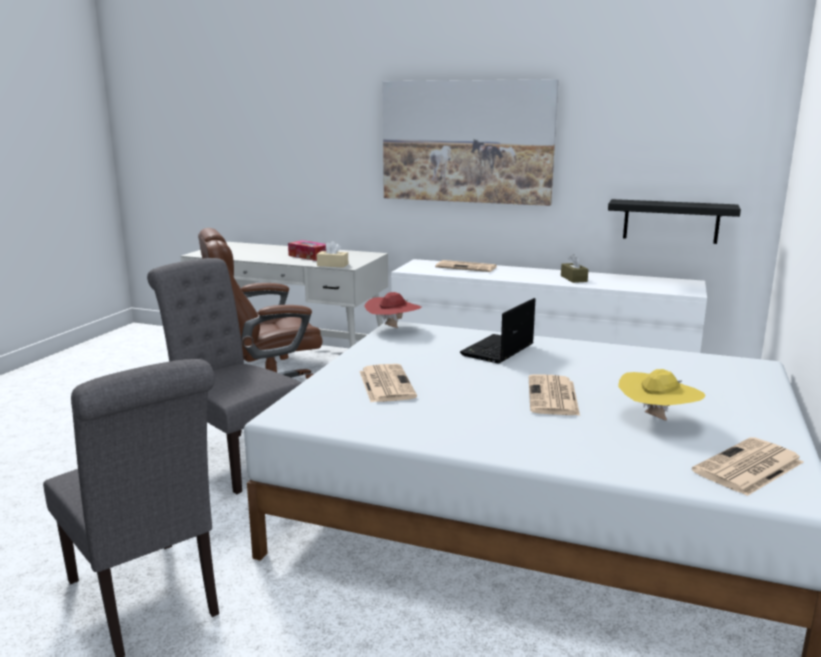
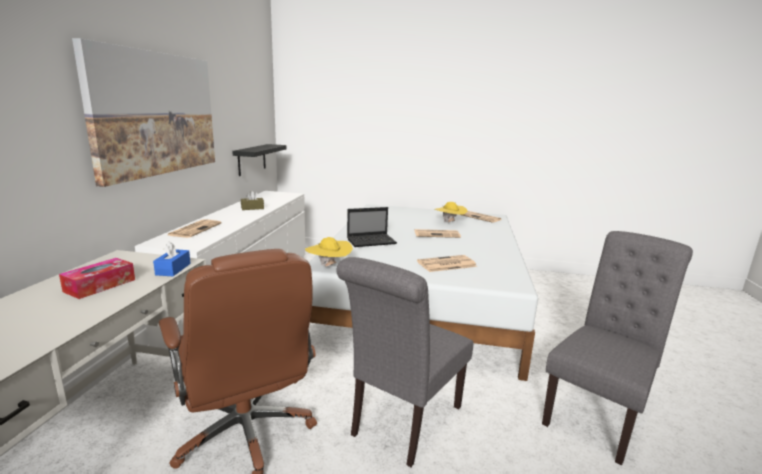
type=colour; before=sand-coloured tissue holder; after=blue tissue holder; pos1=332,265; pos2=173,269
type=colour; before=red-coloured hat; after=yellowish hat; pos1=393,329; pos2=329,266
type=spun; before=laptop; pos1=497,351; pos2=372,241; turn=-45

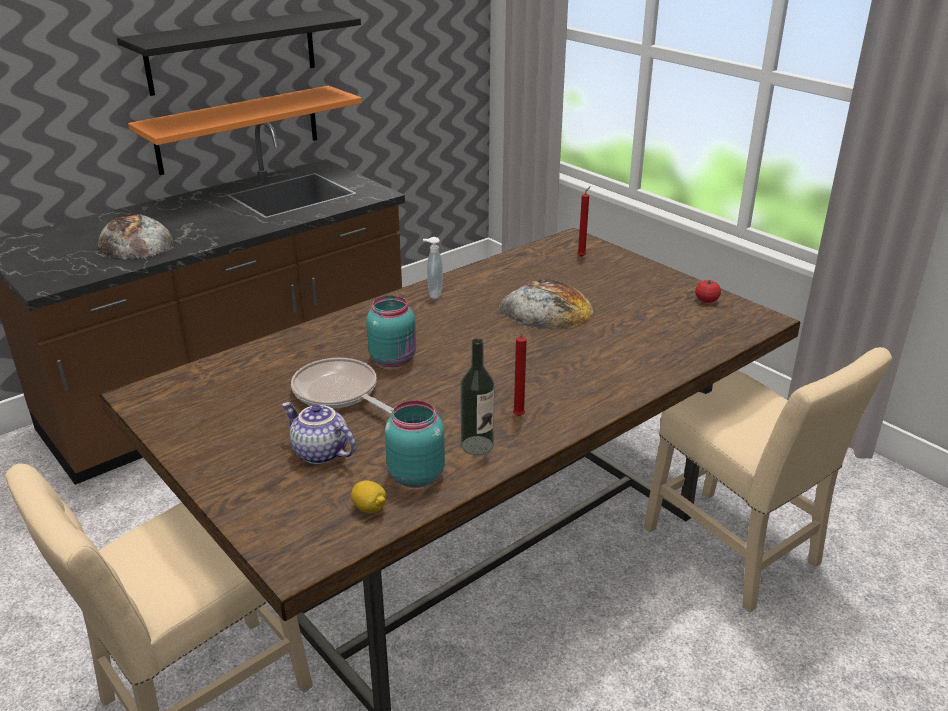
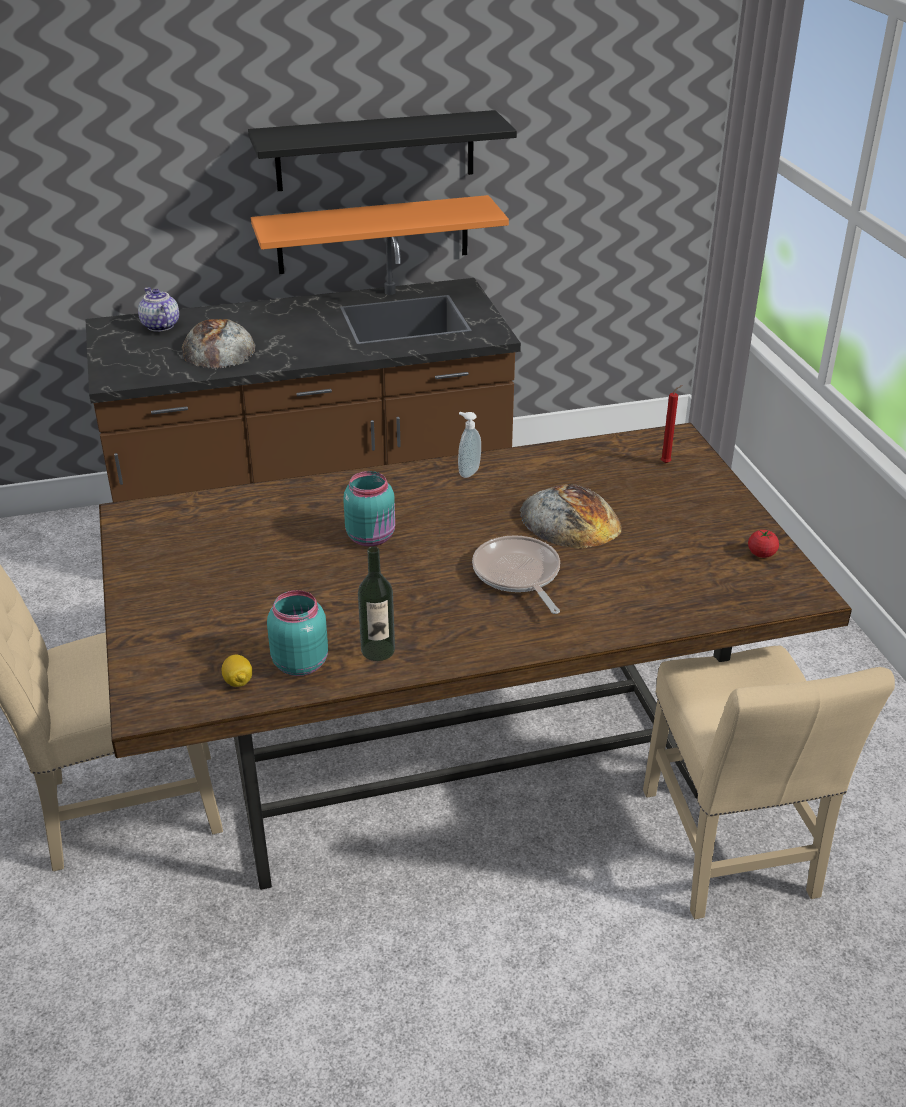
type=relocated; before=teapot; pos1=319,453; pos2=159,326
type=relocated; before=skillet; pos1=338,392; pos2=518,575
type=missing; before=red-coloured candle; pos1=520,415

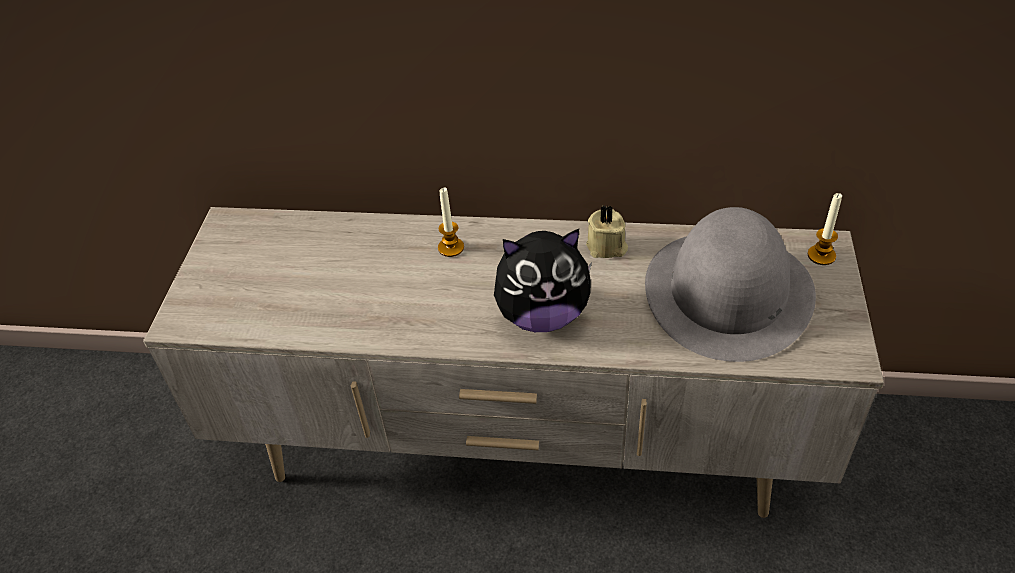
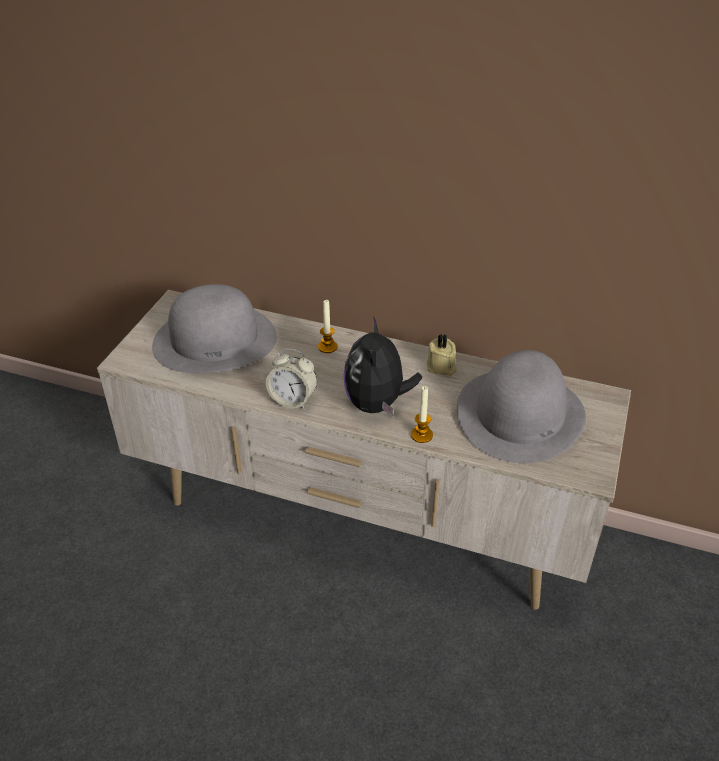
type=appeared; after=greyish hat; pos2=215,340
type=appeared; after=alarm clock; pos2=293,400
type=spun; before=plush toy; pos1=542,315; pos2=377,404; turn=90
type=relocated; before=candle; pos1=821,255; pos2=421,435

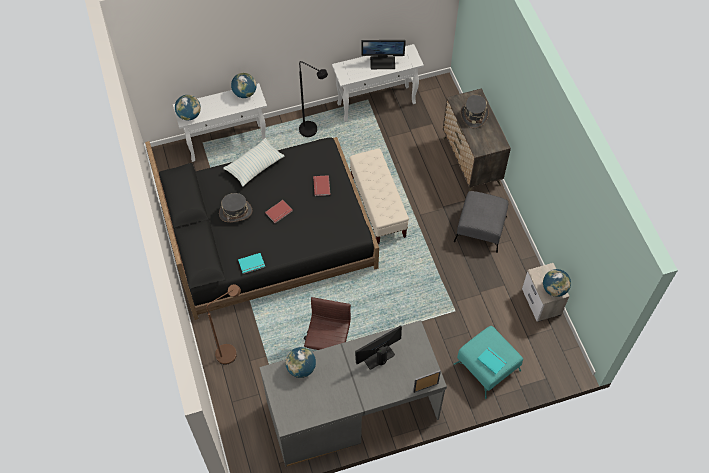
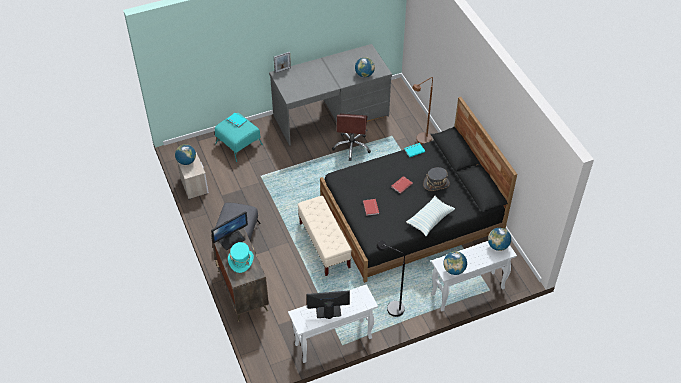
type=relocated; before=computer screen; pos1=377,355; pos2=231,239
type=colour; before=greyish hat; after=turquoise hat; pos1=474,115; pos2=241,261

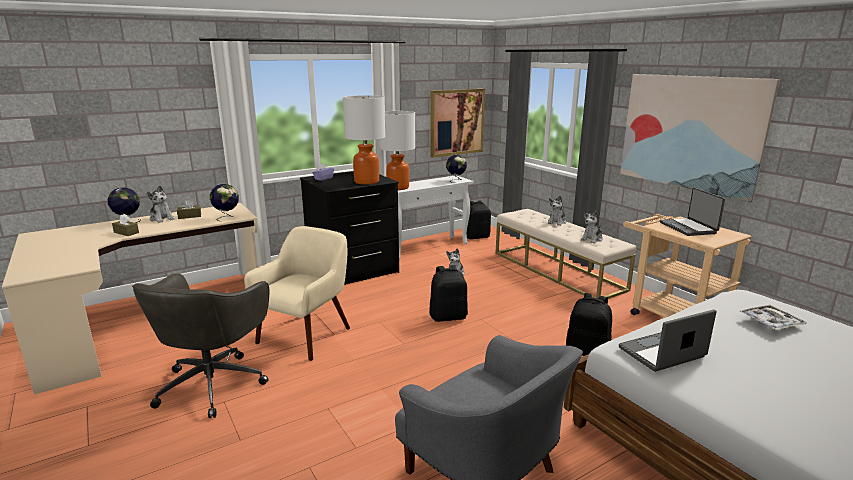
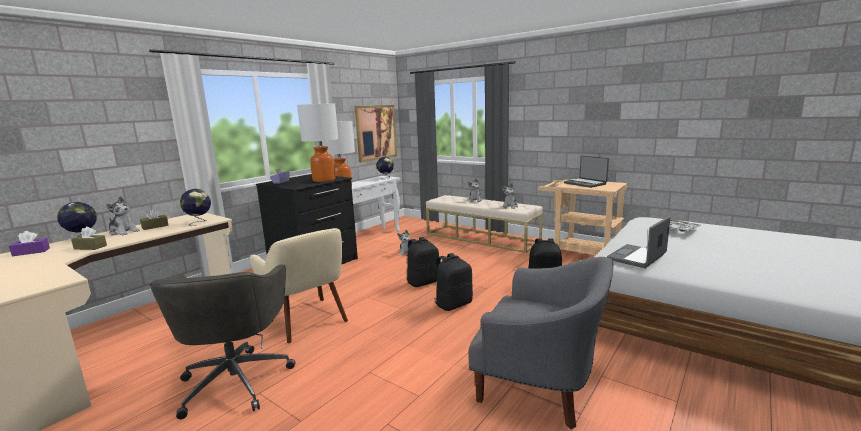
type=appeared; after=purple tissue holder; pos2=31,252
type=spun; before=sand-coloured armchair; pos1=306,335; pos2=306,320; turn=135
type=relocated; before=black rucksack; pos1=476,237; pos2=453,304
type=missing; before=wall art; pos1=690,133

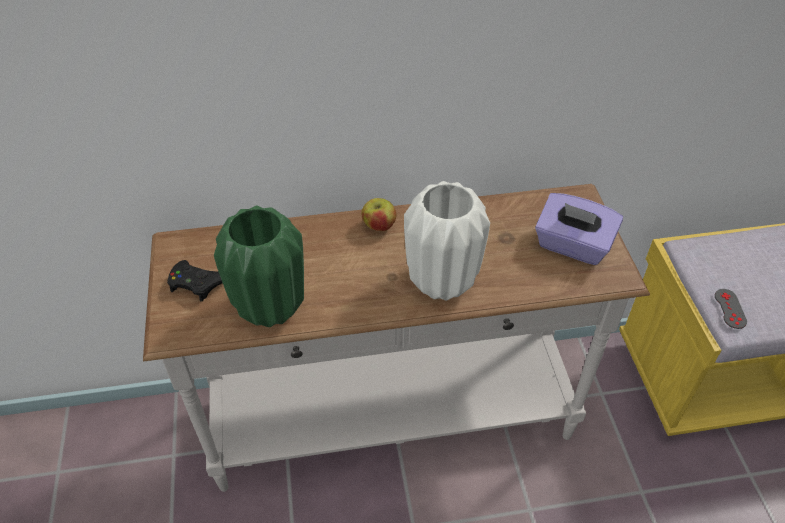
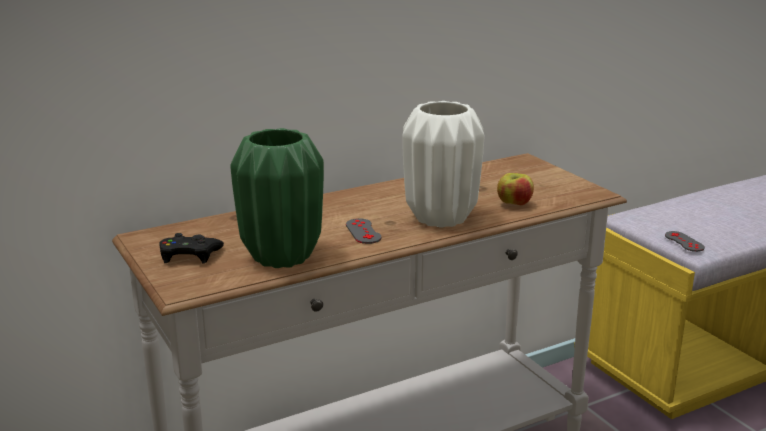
type=appeared; after=greyish joypad; pos2=363,231
type=relocated; before=apple fruit; pos1=379,226; pos2=514,204
type=missing; before=purple tissue holder; pos1=572,246

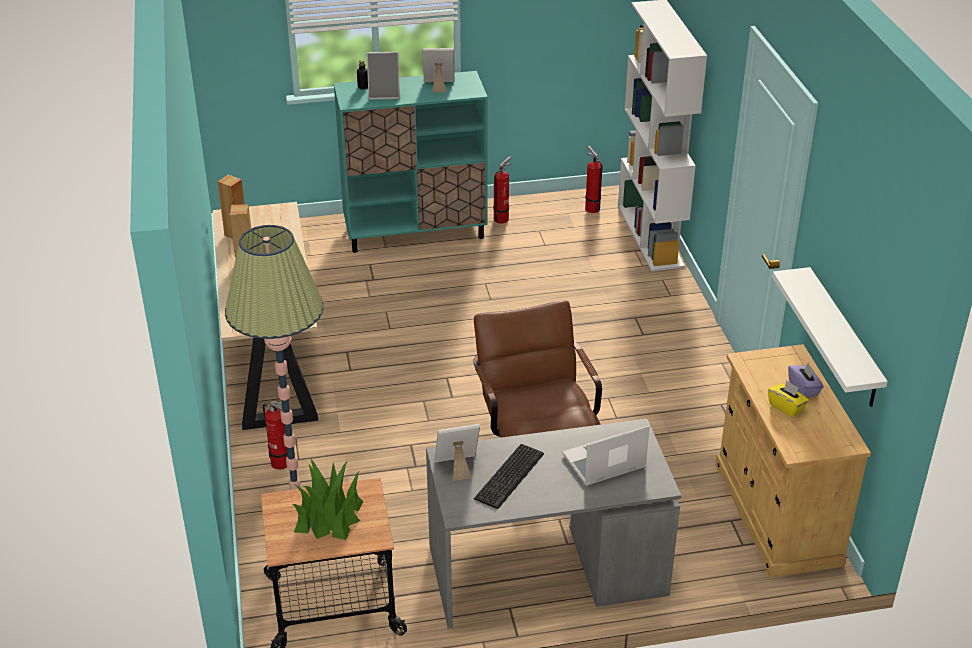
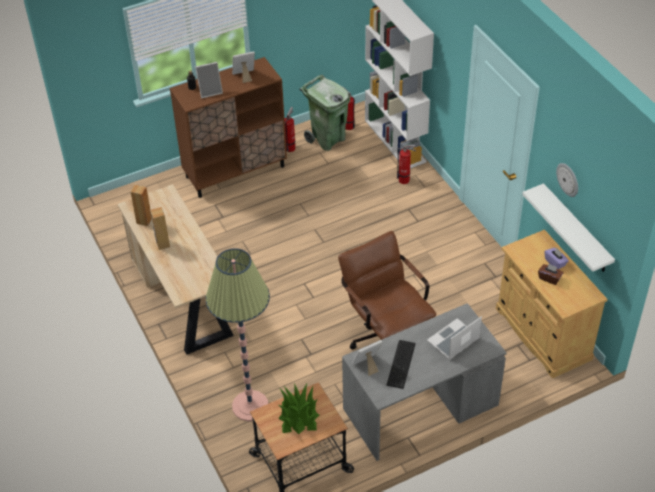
type=colour; before=turquoise cabinet; after=brown cabinet; pos1=415,232; pos2=235,171
type=appeared; after=greenish rubbish bin; pos2=327,139
type=relocated; before=fire extinguisher; pos1=282,464; pos2=405,180
type=colour; before=yellowish tissue holder; after=brown tissue holder; pos1=786,407; pos2=549,278
type=appeared; after=hanging clock; pos2=568,179

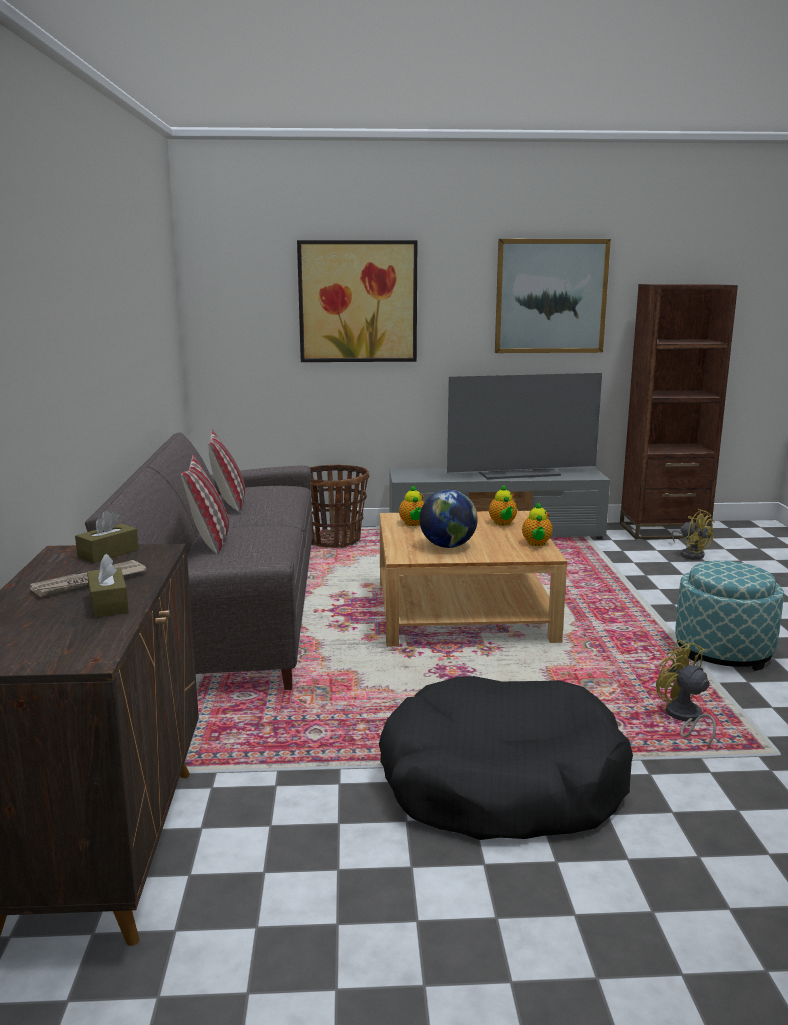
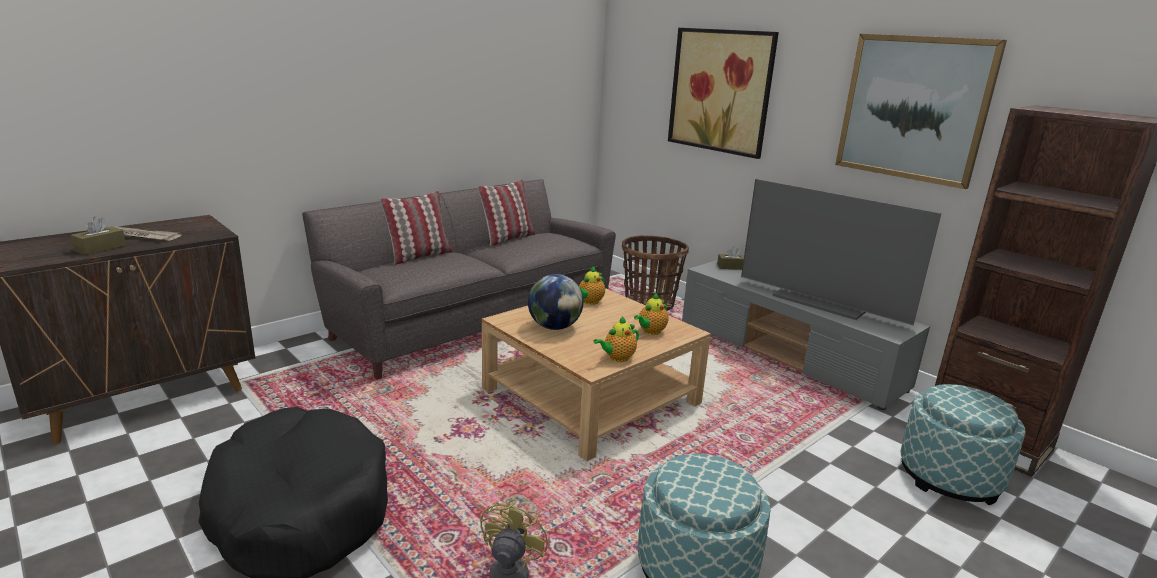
type=relocated; before=brown tissue holder; pos1=108,553; pos2=731,267
type=exchanged; before=yellowish fan; after=ottoman; pos1=691,554; pos2=949,476

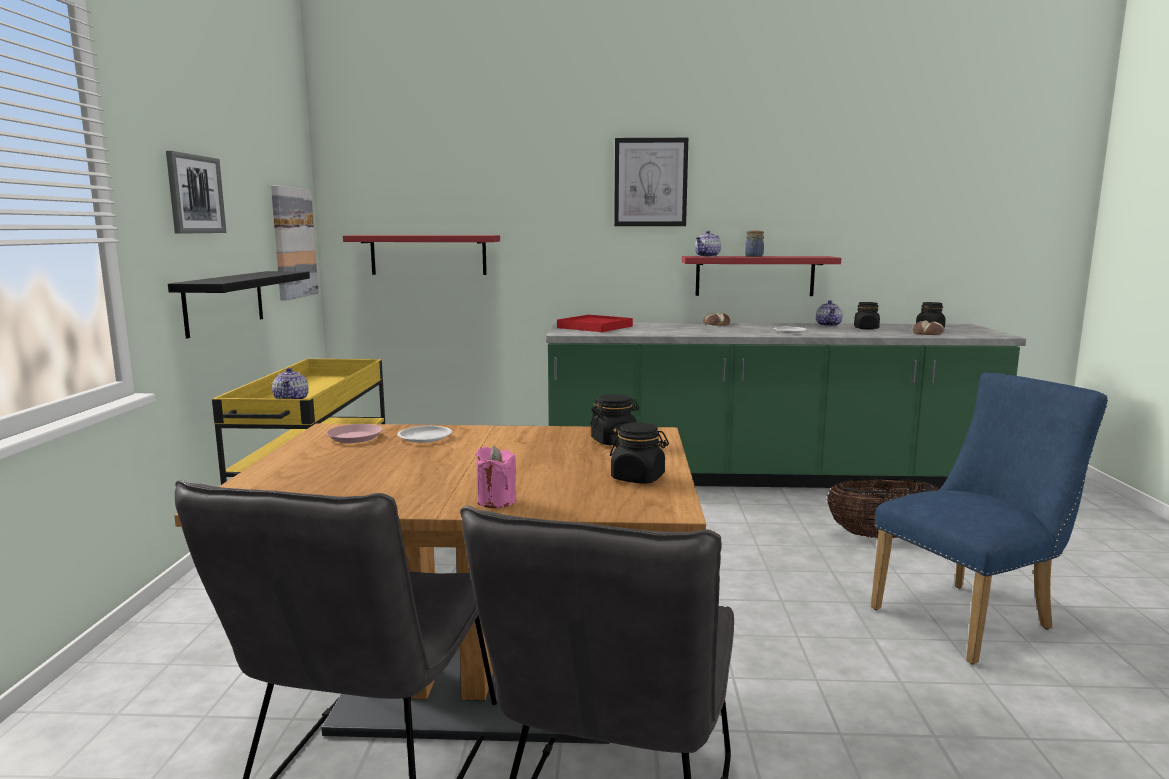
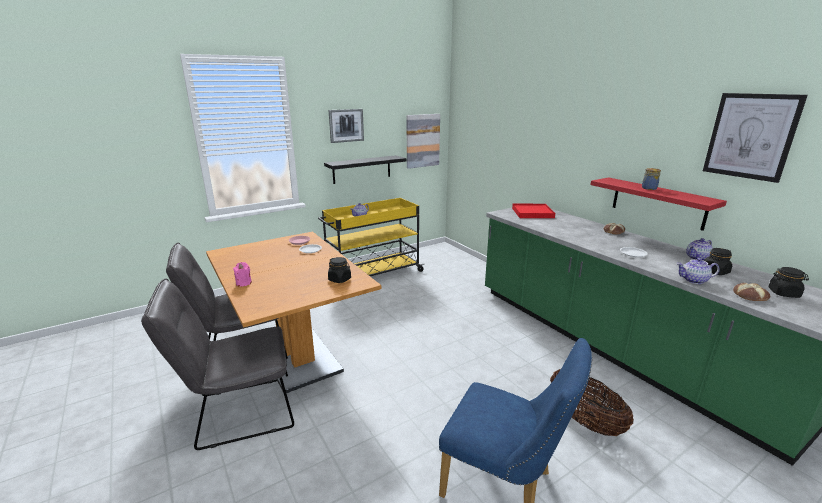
type=relocated; before=teapot; pos1=707,256; pos2=694,280
type=relocated; before=wall art; pos1=650,182; pos2=750,136
type=missing; before=red-coloured wall shelf; pos1=428,255
type=missing; before=black storage jar; pos1=638,478

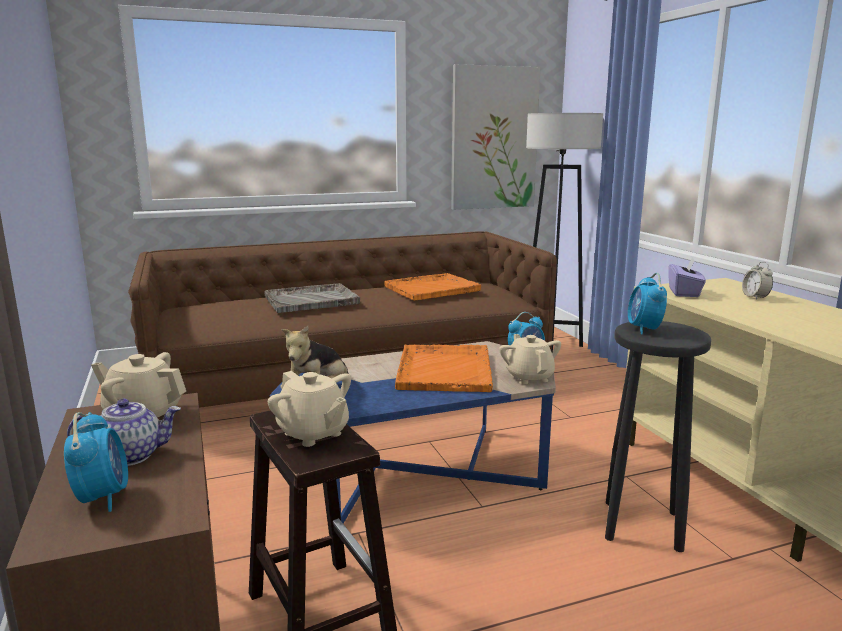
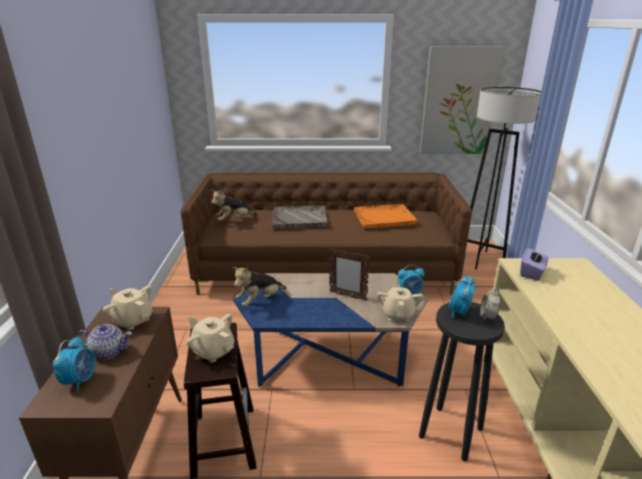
type=spun; before=sand-coloured teapot; pos1=313,433; pos2=213,351; turn=150
type=appeared; after=plush toy; pos2=234,220
type=exchanged; before=orange tray; after=standing frame; pos1=444,369; pos2=347,296
type=relocated; before=alarm clock; pos1=755,297; pos2=487,316

